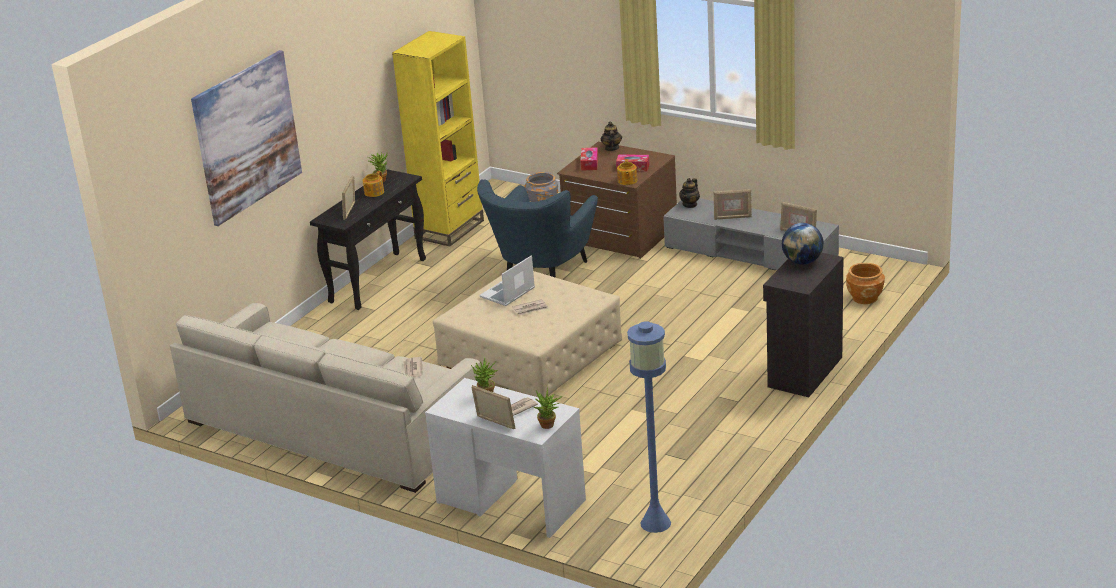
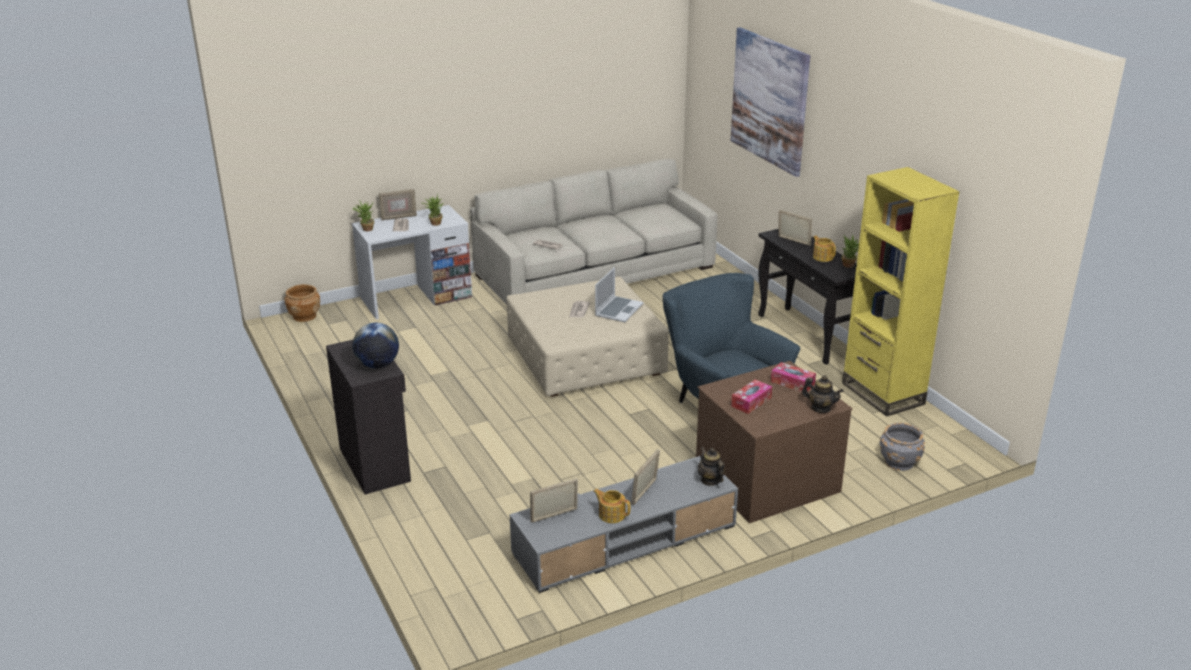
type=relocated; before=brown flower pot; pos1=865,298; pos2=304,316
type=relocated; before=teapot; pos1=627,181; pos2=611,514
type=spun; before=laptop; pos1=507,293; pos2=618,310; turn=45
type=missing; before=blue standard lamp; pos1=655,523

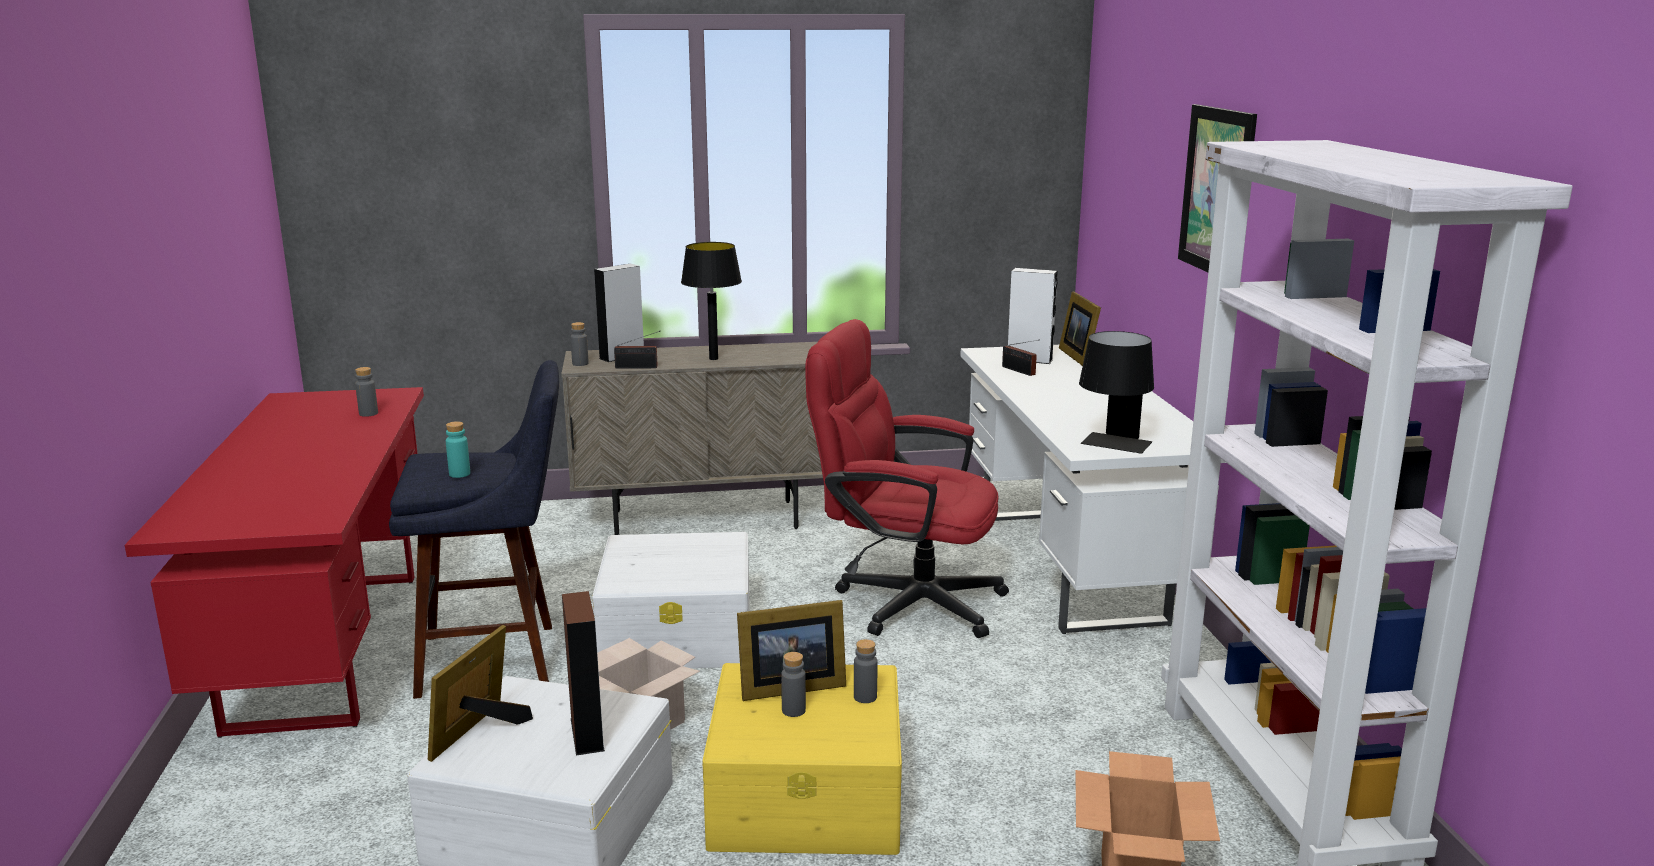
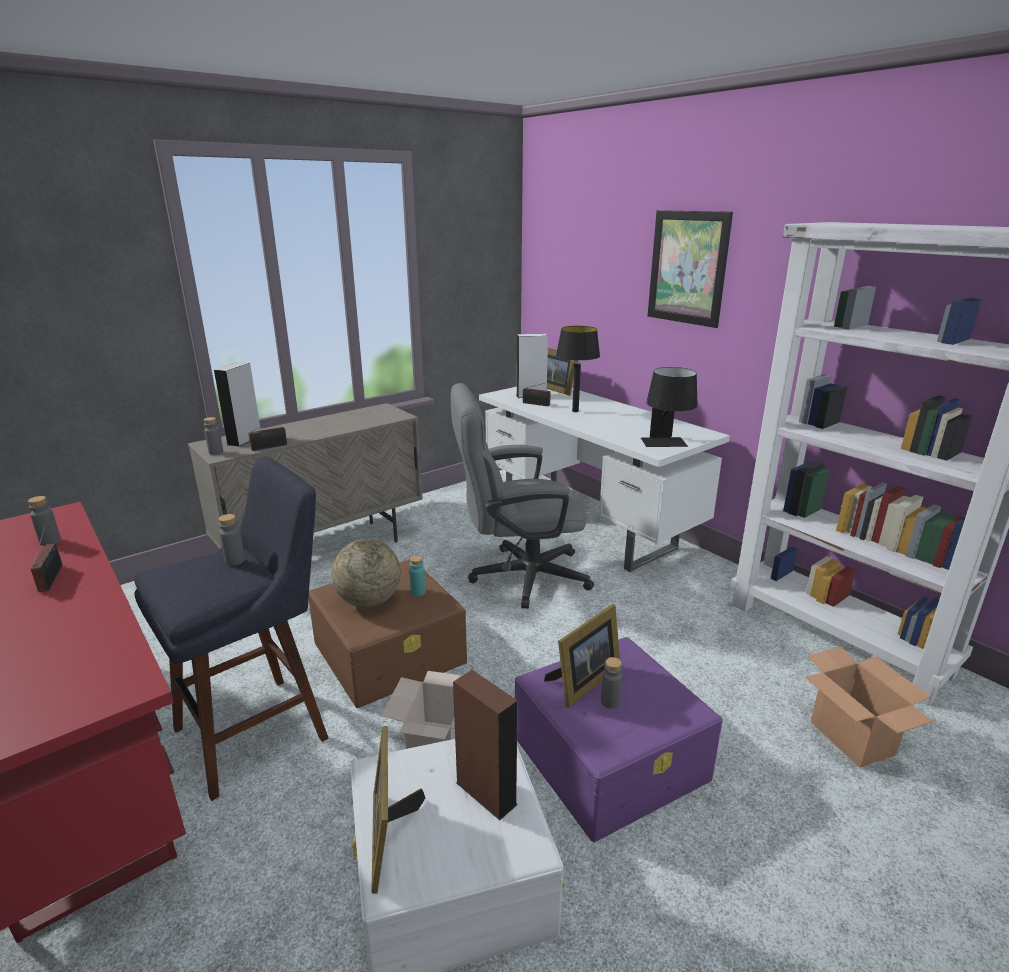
type=appeared; after=radio receiver; pos2=52,576
type=relocated; before=greyish beverage bottle; pos1=865,697; pos2=235,561
type=colour; before=whitish storage container; after=brown storage container; pos1=679,633; pos2=390,651
type=appeared; after=globe; pos2=369,601
type=relocated; before=turquoise beverage bottle; pos1=459,474; pos2=418,592
type=colour; before=red-coloured desk chair; after=greyish desk chair; pos1=904,601; pos2=518,577
type=colour; before=yellowish storage container; after=purple storage container; pos1=808,795; pos2=611,756
type=relocated; before=black tabletop lamp; pos1=714,358; pos2=575,411

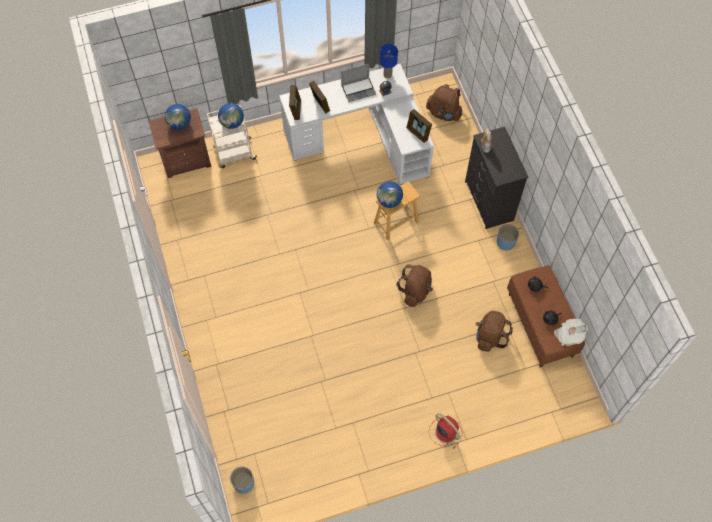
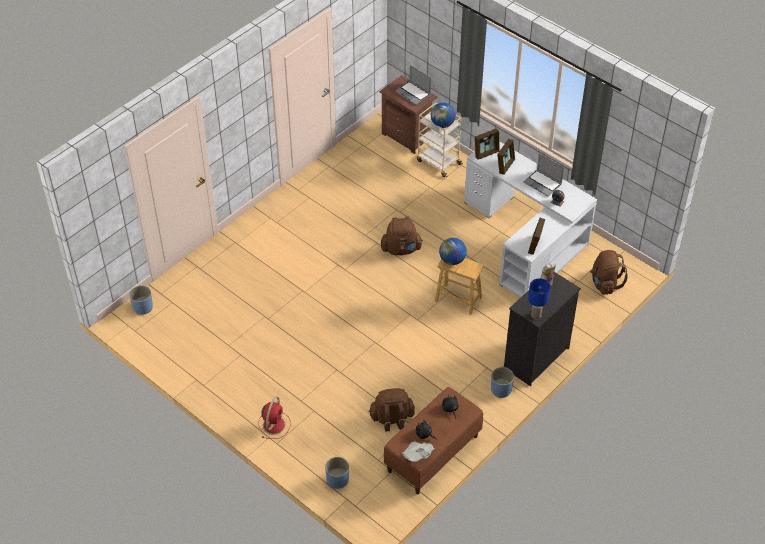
type=appeared; after=blue flower pot; pos2=337,480
type=relocated; before=brown rucksack; pos1=416,291; pos2=401,249
type=exchanged; before=globe; after=laptop; pos1=180,124; pos2=413,93
type=relocated; before=blue tabletop lamp; pos1=387,75; pos2=535,315

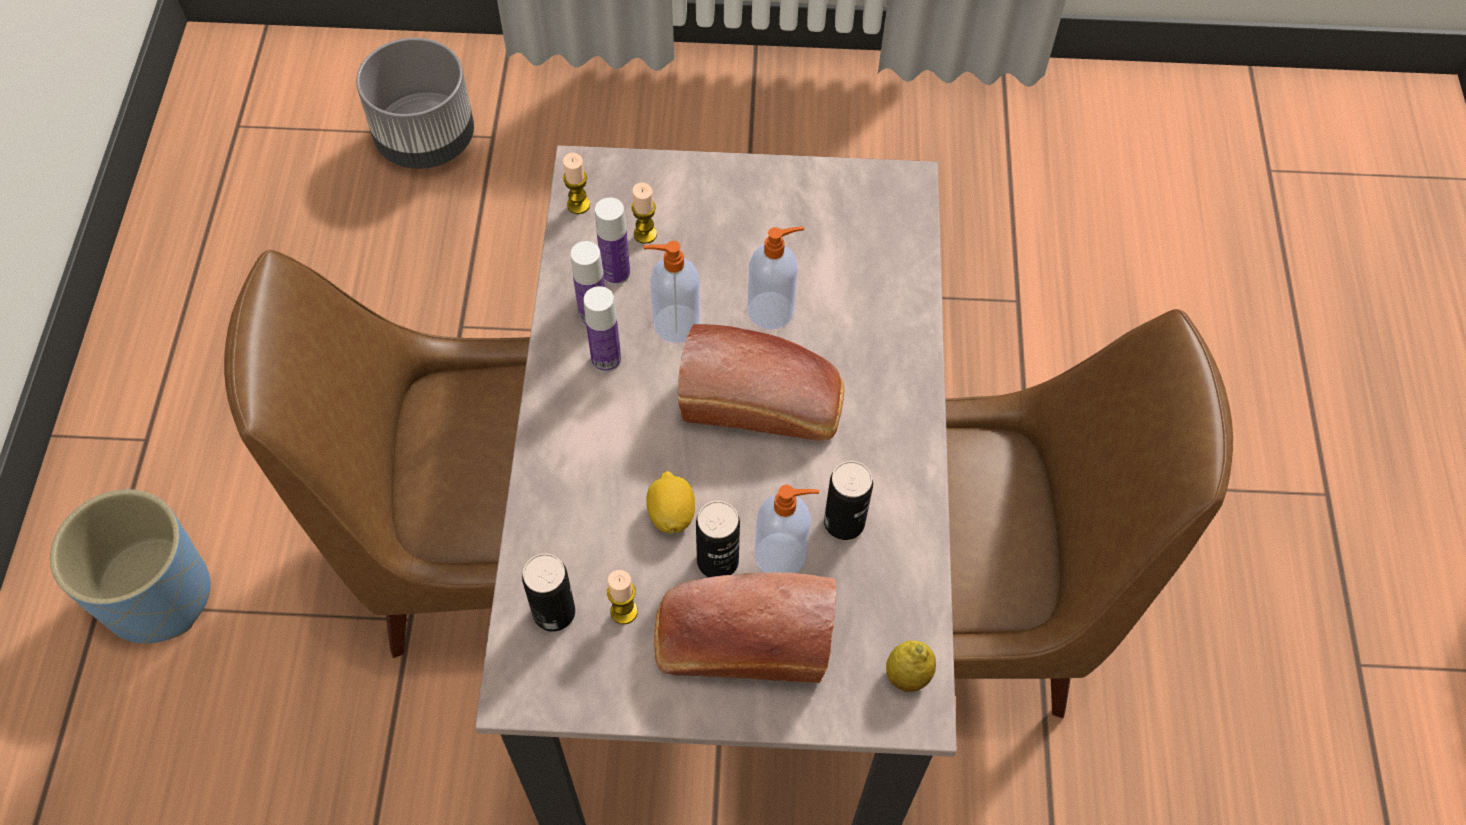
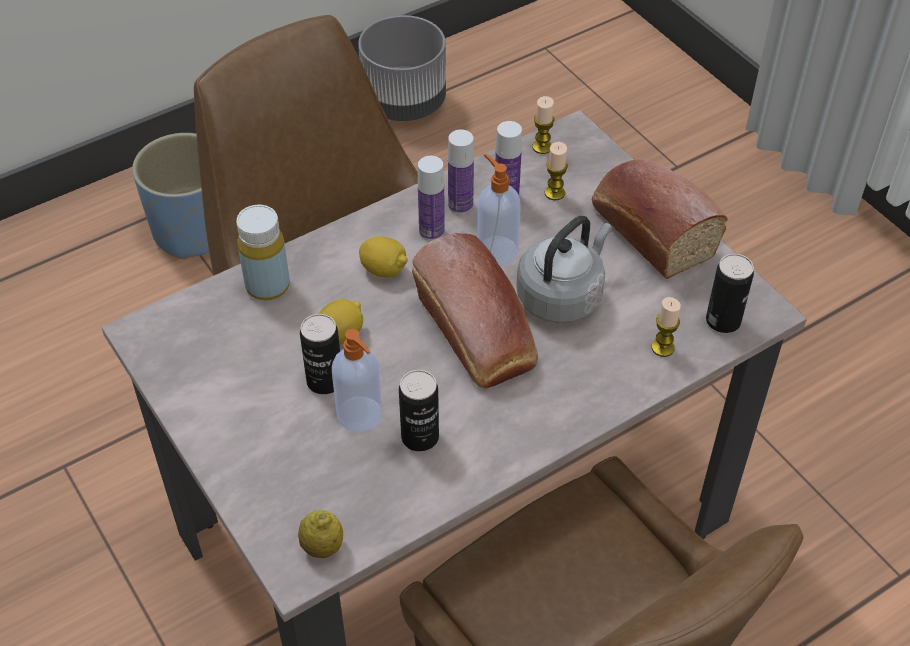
type=appeared; after=yellowish beverage bottle; pos2=267,286
type=relocated; before=greyish flower pot; pos1=426,139; pos2=404,102
type=appeared; after=whole lemon; pos2=384,270
type=exchanged; before=soap dispenser; after=greyish tea kettle; pos1=772,310; pos2=562,296
type=relocated; before=baked bread; pos1=739,642; pos2=649,230
type=relocated; before=candle; pos1=624,611; pos2=662,348
type=relocated; before=sealed can; pos1=554,612; pos2=723,321

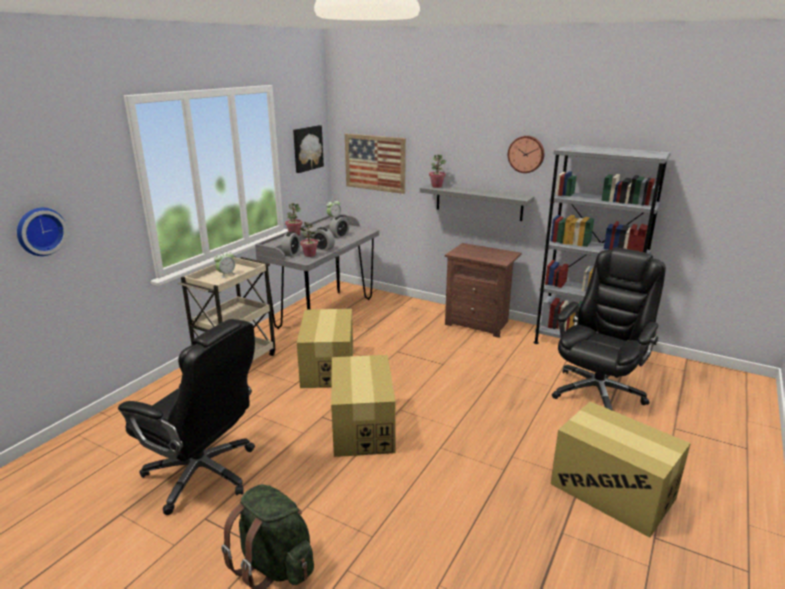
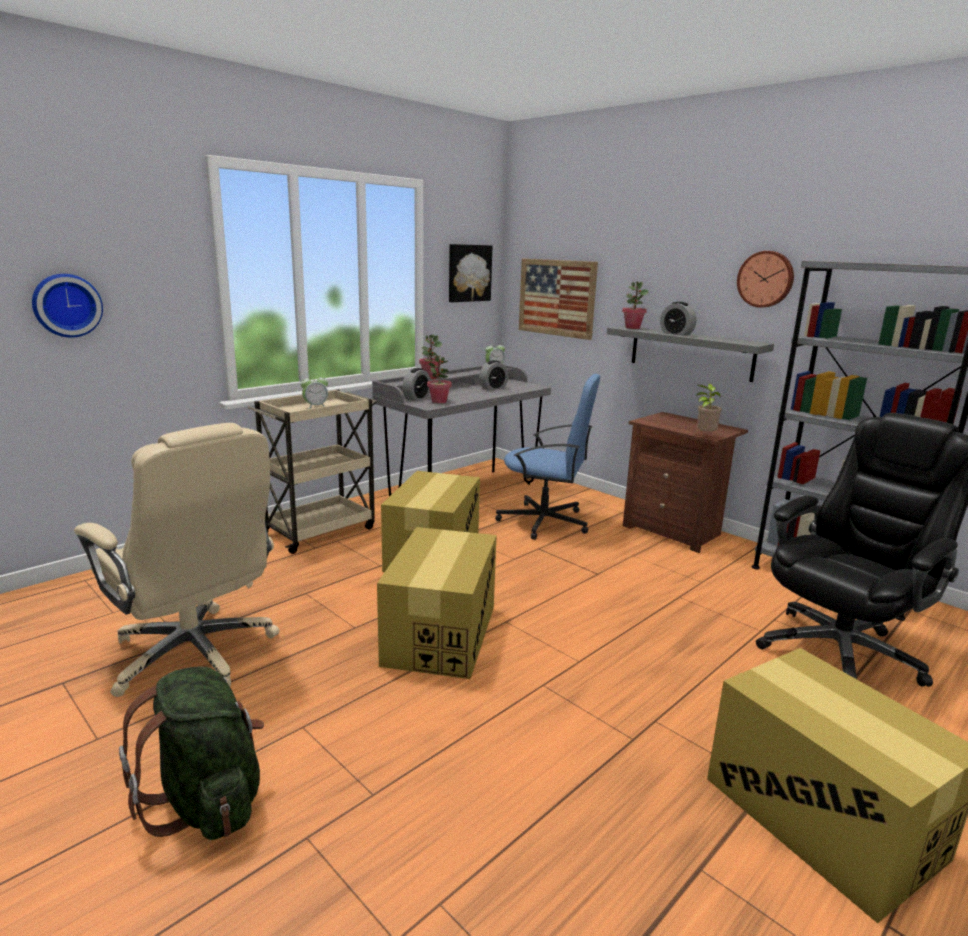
type=colour; before=black desk chair; after=sand-coloured desk chair; pos1=203,474; pos2=195,654
type=appeared; after=blue desk chair; pos2=545,522
type=relocated; before=alarm clock; pos1=323,248; pos2=676,334
type=appeared; after=plant in a pot; pos2=704,436

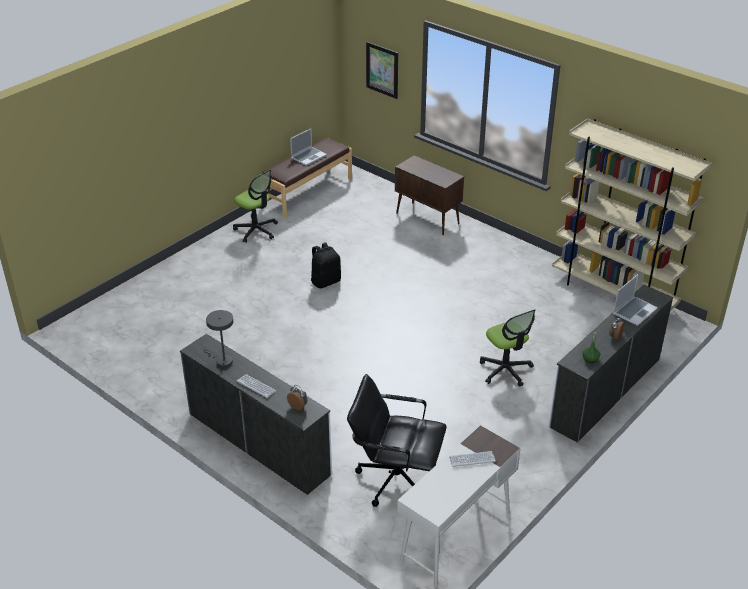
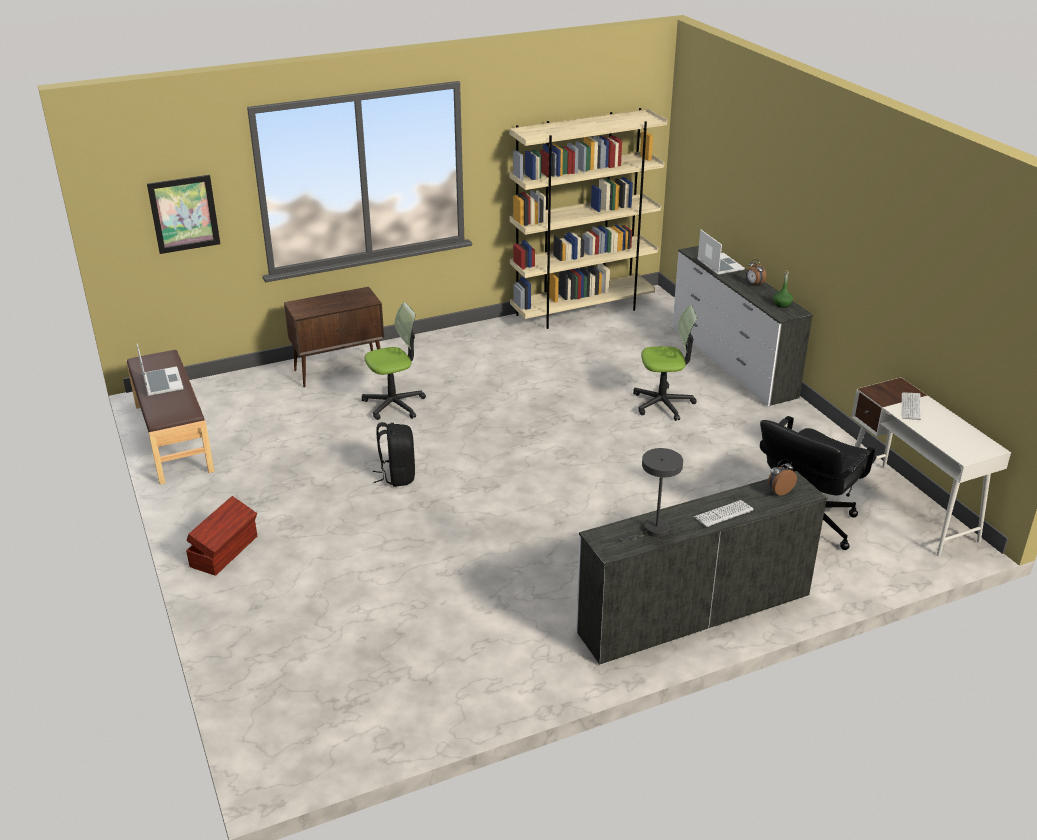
type=appeared; after=brown storage container; pos2=225,551
type=relocated; before=desk chair; pos1=256,230; pos2=394,404

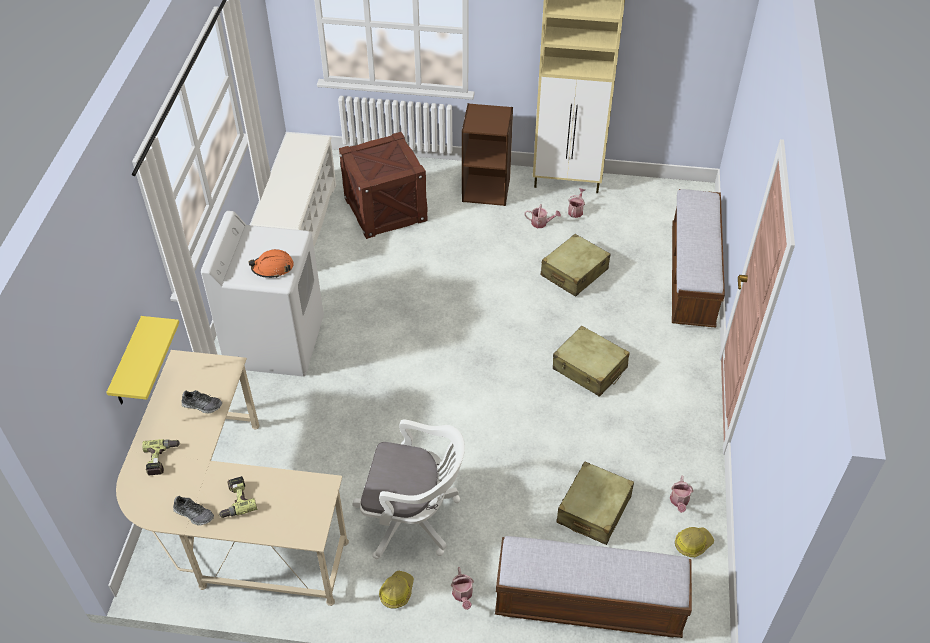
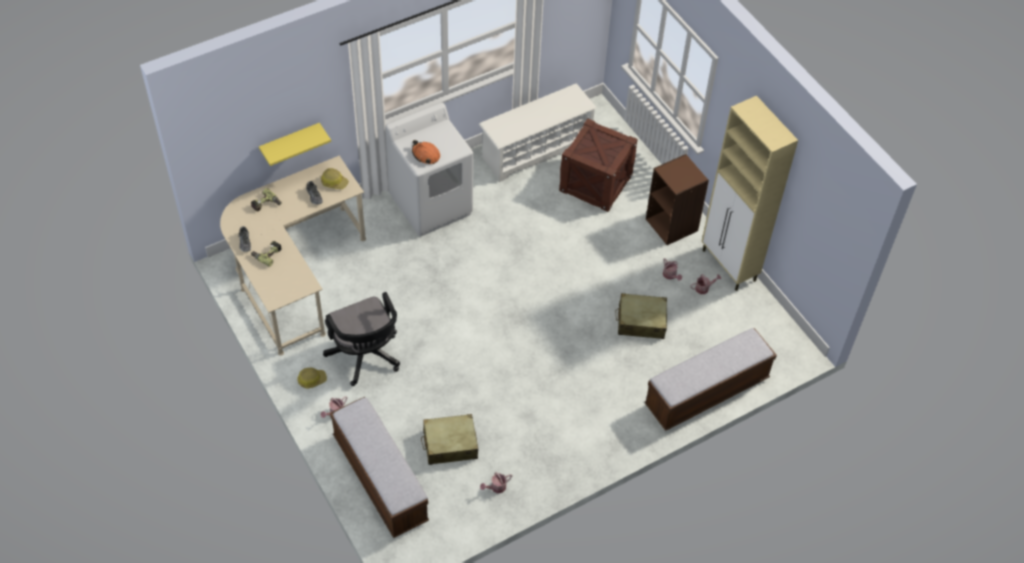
type=relocated; before=hard hat; pos1=692,543; pos2=334,182
type=colour; before=whitish desk chair; after=black desk chair; pos1=413,518; pos2=366,357
type=missing; before=sand-coloured piece of luggage; pos1=589,368

